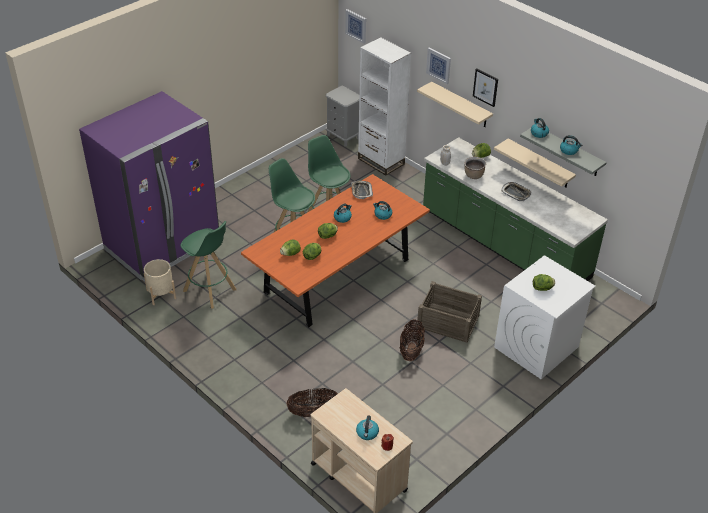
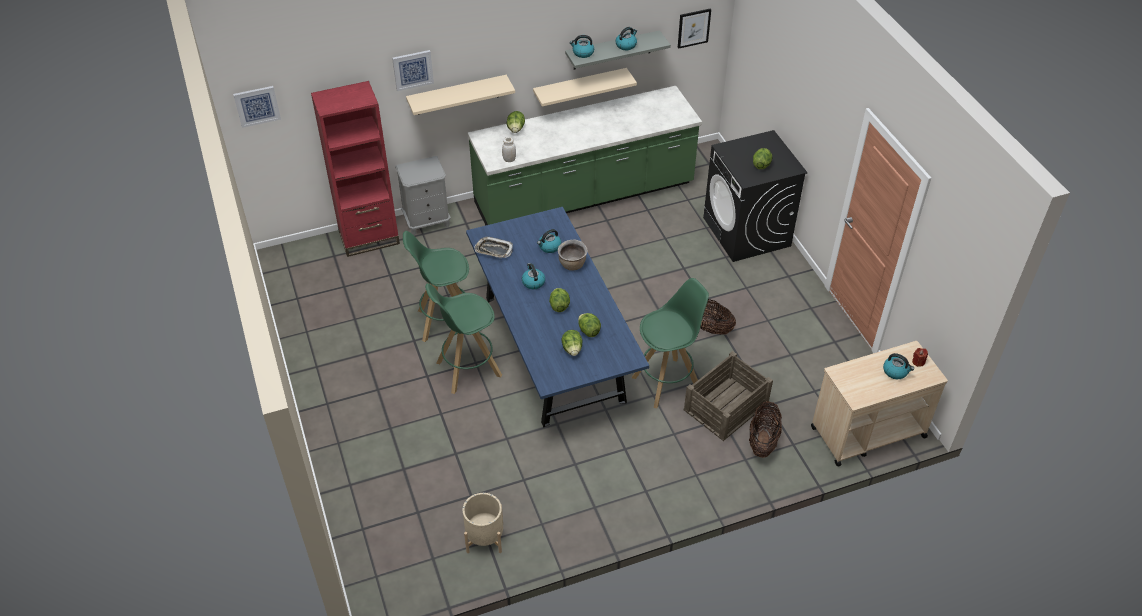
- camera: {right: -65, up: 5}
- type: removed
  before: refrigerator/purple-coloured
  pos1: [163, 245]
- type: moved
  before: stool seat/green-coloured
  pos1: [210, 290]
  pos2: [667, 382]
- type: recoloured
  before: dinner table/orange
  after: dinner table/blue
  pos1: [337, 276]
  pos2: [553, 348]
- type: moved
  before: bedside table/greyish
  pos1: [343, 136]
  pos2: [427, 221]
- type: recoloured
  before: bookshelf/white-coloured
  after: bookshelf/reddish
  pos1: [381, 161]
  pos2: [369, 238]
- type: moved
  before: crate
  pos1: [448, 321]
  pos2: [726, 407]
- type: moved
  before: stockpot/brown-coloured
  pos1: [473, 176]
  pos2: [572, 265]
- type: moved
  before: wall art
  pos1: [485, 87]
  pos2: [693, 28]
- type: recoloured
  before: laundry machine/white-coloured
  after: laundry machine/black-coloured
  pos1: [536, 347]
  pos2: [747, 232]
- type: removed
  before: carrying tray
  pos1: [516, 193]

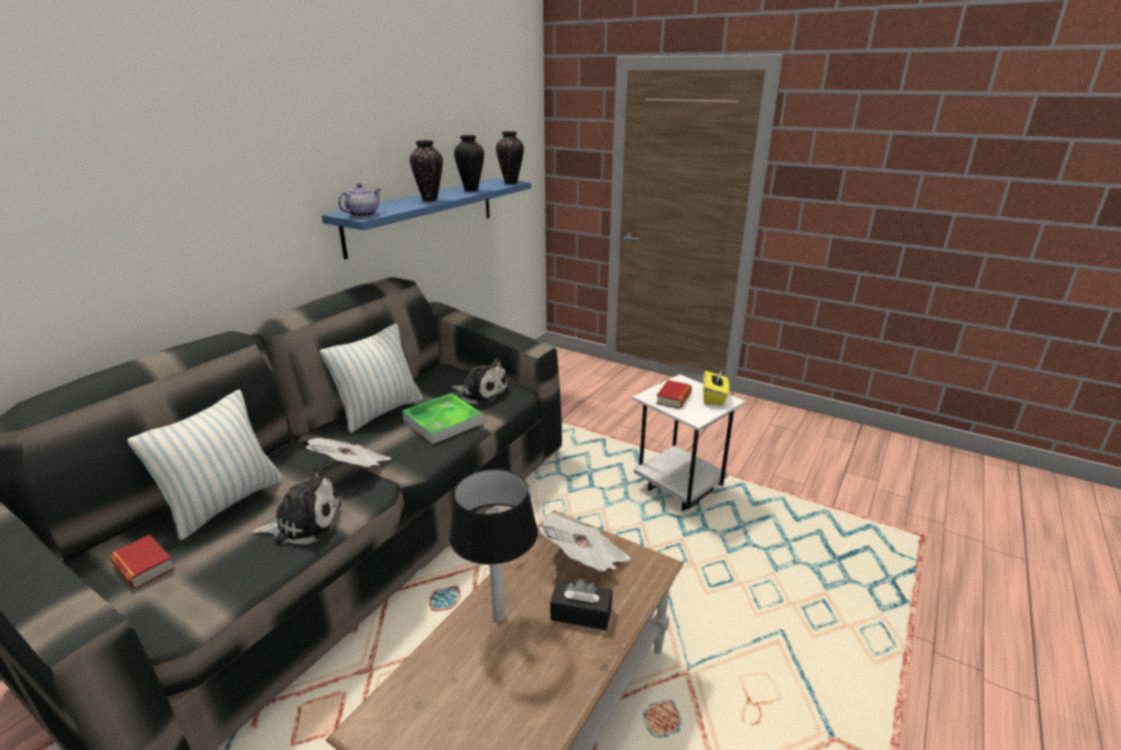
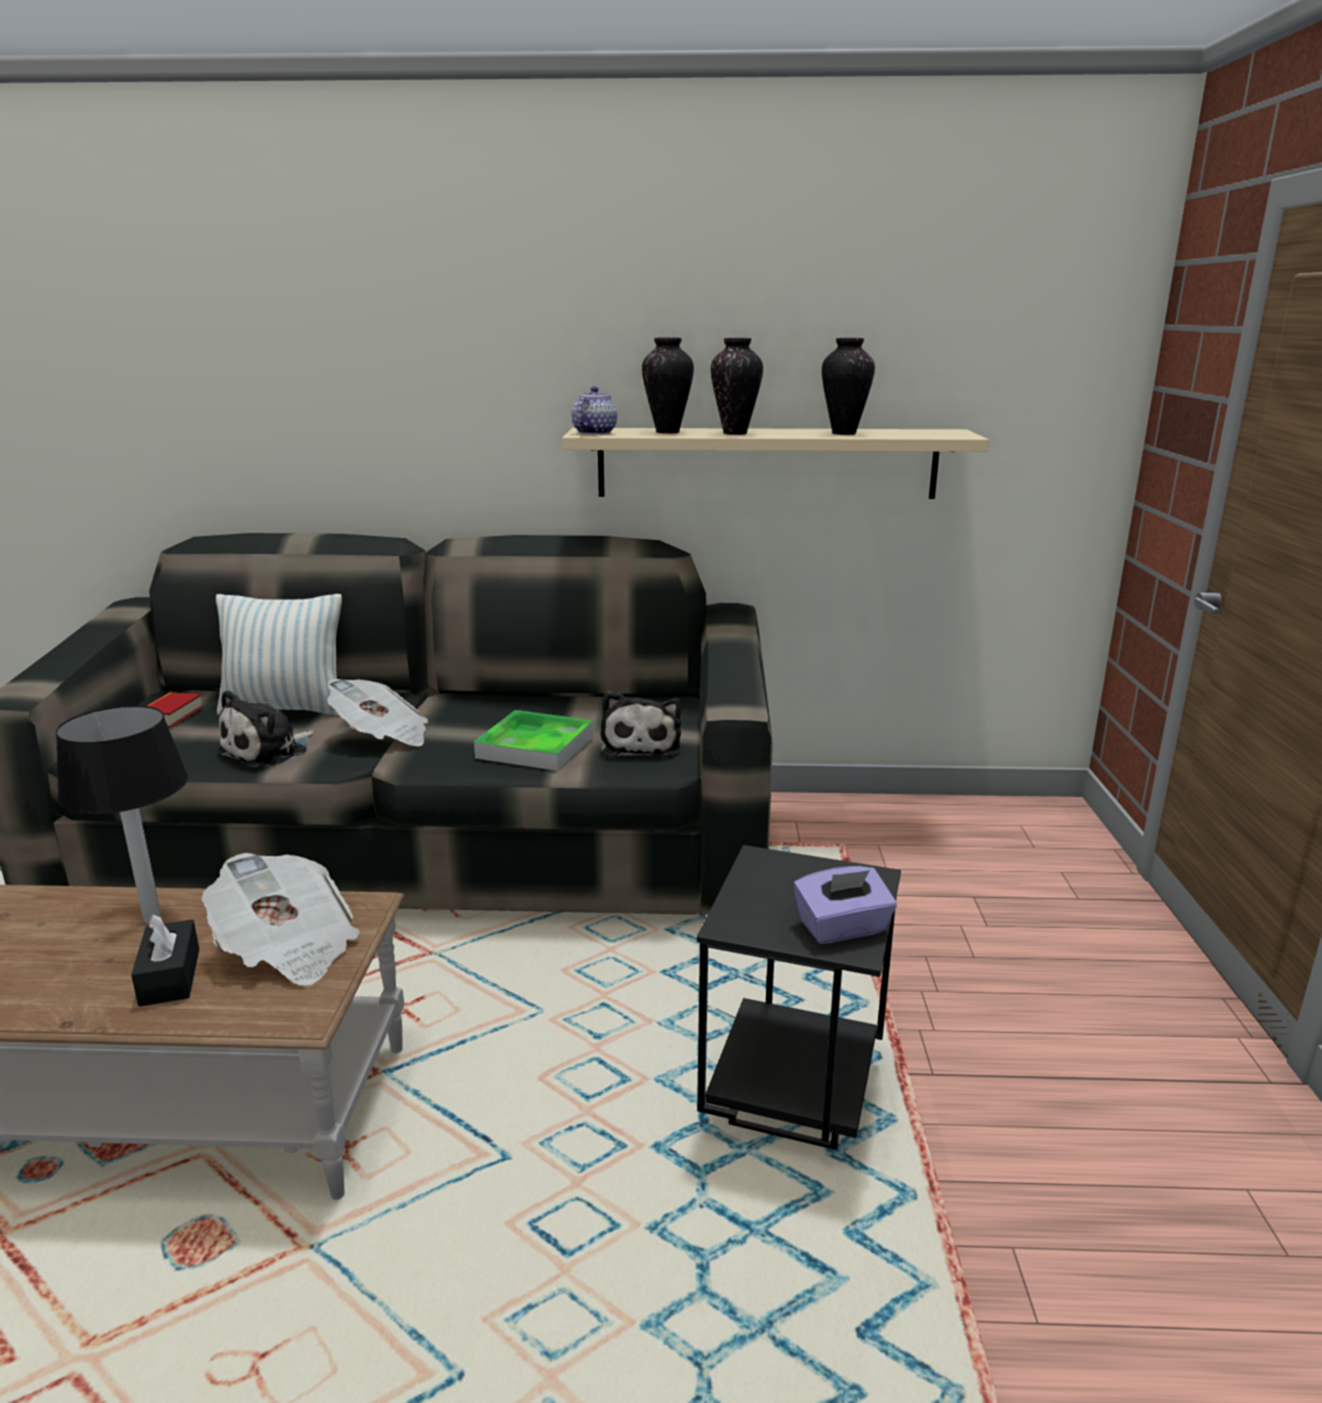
- camera: {right: 60, up: -5}
- type: turned
  before: cuddly toy
  pos1: [304, 523]
  pos2: [268, 751]
  turn: 75
- type: removed
  before: throw pillow
  pos1: [380, 412]
- type: recoloured
  before: wall shelf/blue
  after: wall shelf/sand-coloured
  pos1: [423, 215]
  pos2: [766, 463]
- type: turned
  before: tea pot
  pos1: [363, 215]
  pos2: [594, 433]
  turn: -75
- type: moved
  before: vase
  pos1: [511, 183]
  pos2: [667, 432]
- type: recoloured
  before: accent table/white-coloured
  after: accent table/black-coloured
  pos1: [680, 490]
  pos2: [795, 1102]
- type: removed
  before: book
  pos1: [673, 398]
- type: recoloured
  before: box of tissues/yellow
  after: box of tissues/purple-coloured
  pos1: [714, 398]
  pos2: [842, 928]

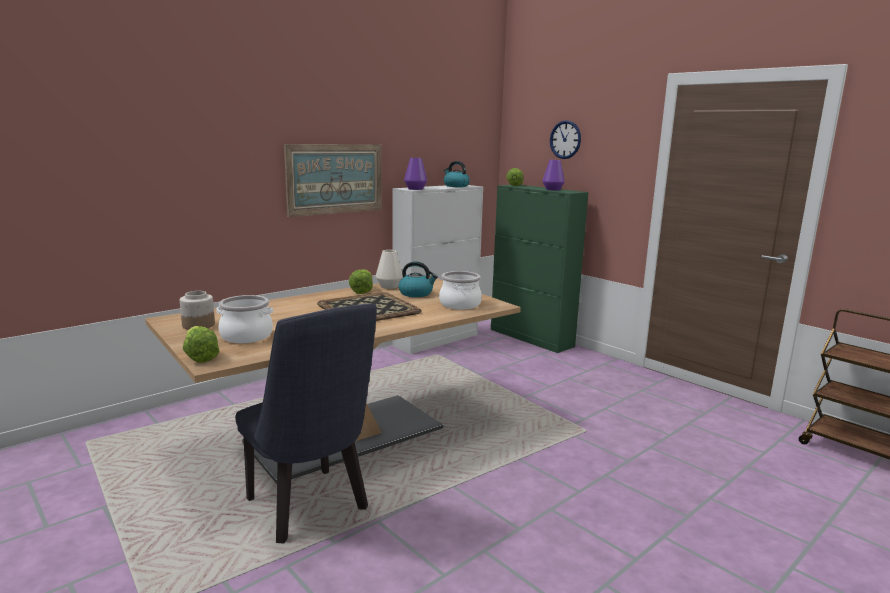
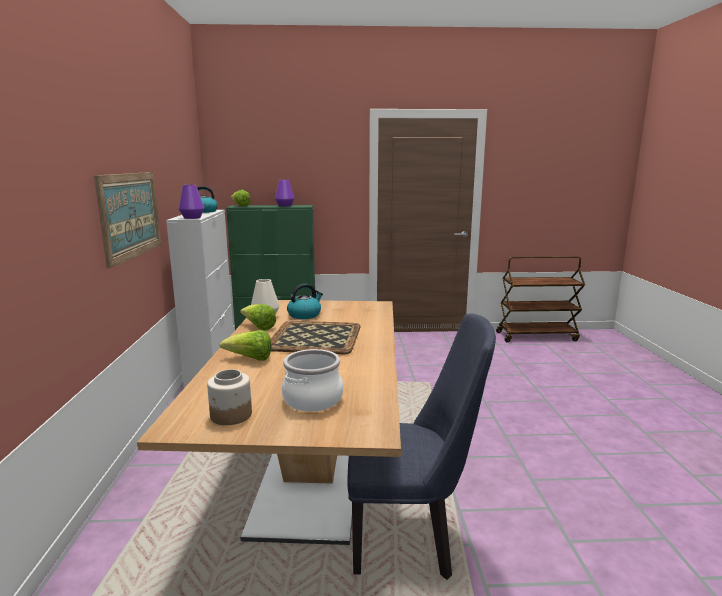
- camera: {right: -50, up: 0}
- type: moved
  before: lettuce
  pos1: [199, 357]
  pos2: [250, 359]
- type: removed
  before: stockpot
  pos1: [459, 304]
- type: removed
  before: hanging clock
  pos1: [565, 139]

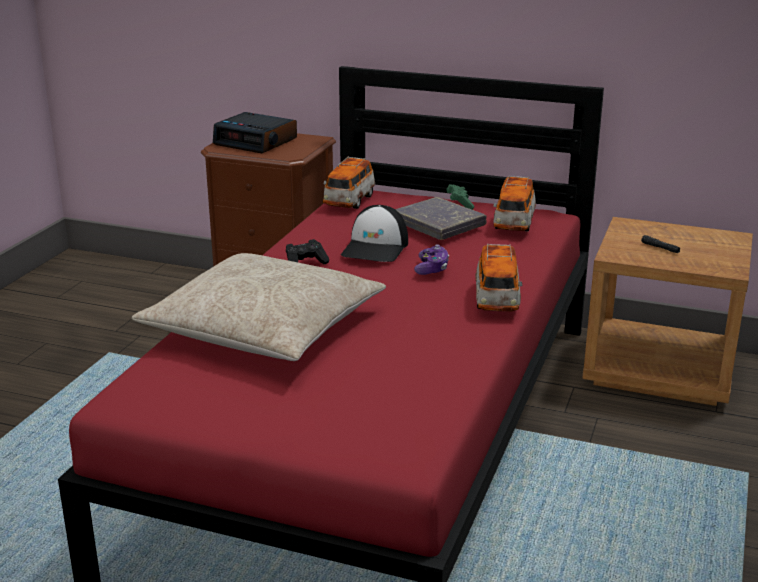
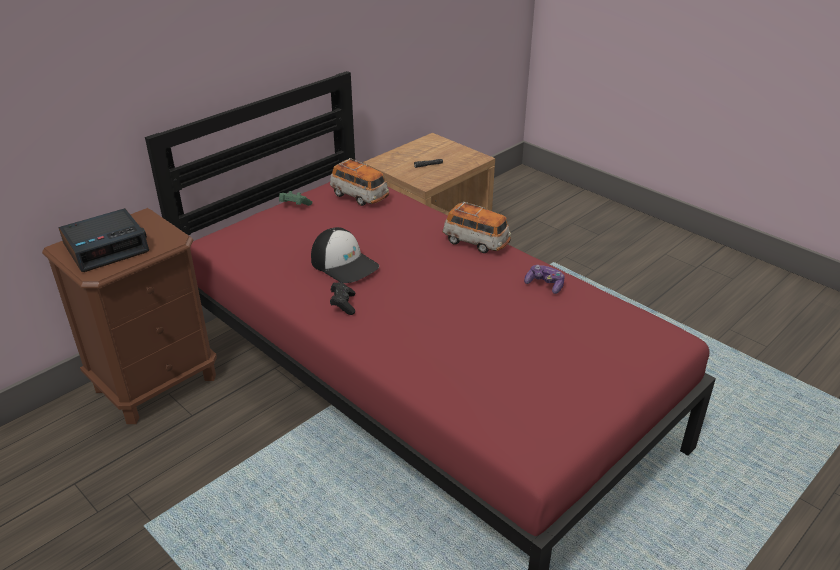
- camera: {right: -65, up: 10}
- type: removed
  before: throw pillow/sand-coloured
  pos1: [264, 328]
- type: removed
  before: model car
  pos1: [349, 201]
- type: removed
  before: book/greyish
  pos1: [438, 224]
- type: moved
  before: joypad
  pos1: [432, 268]
  pos2: [545, 285]

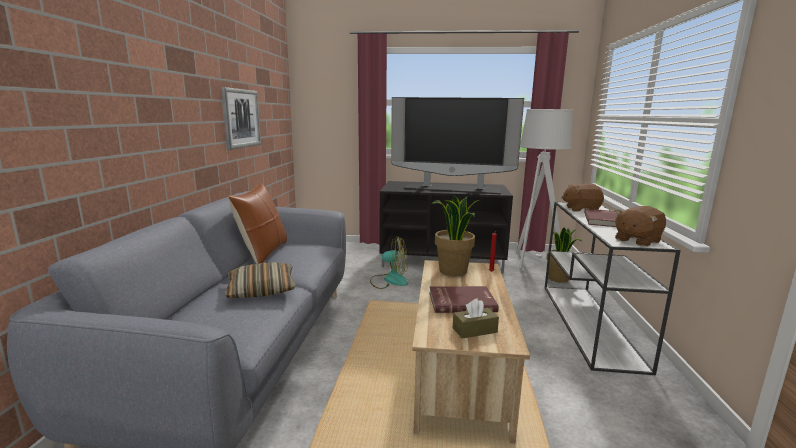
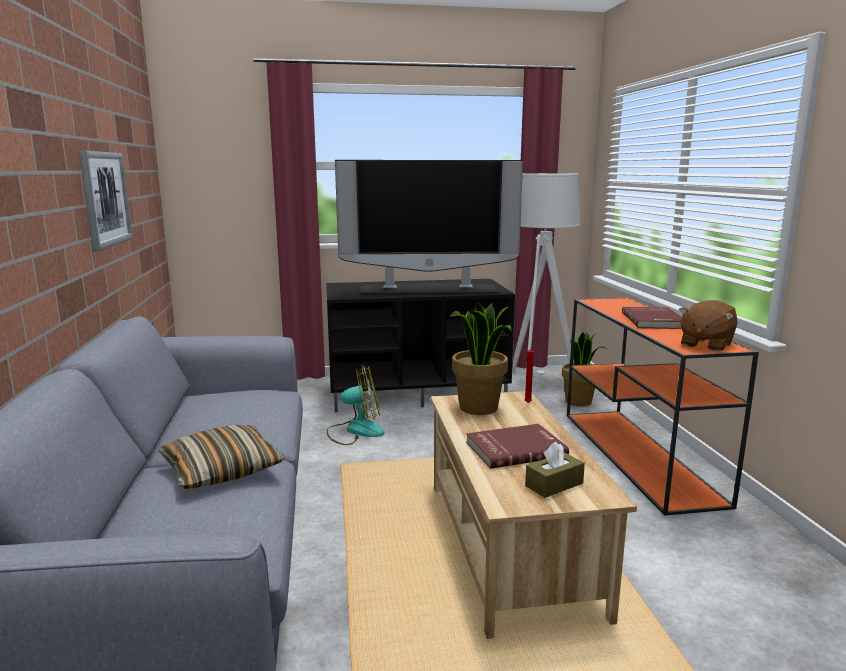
- camera: {right: -15, up: 0}
- type: removed
  before: throw pillow/brown-coloured
  pos1: [263, 253]
- type: recoloured
  before: console table/white-coloured
  after: console table/orange
  pos1: [589, 323]
  pos2: [639, 456]
- type: removed
  before: cuddly toy/brown-coloured
  pos1: [581, 209]

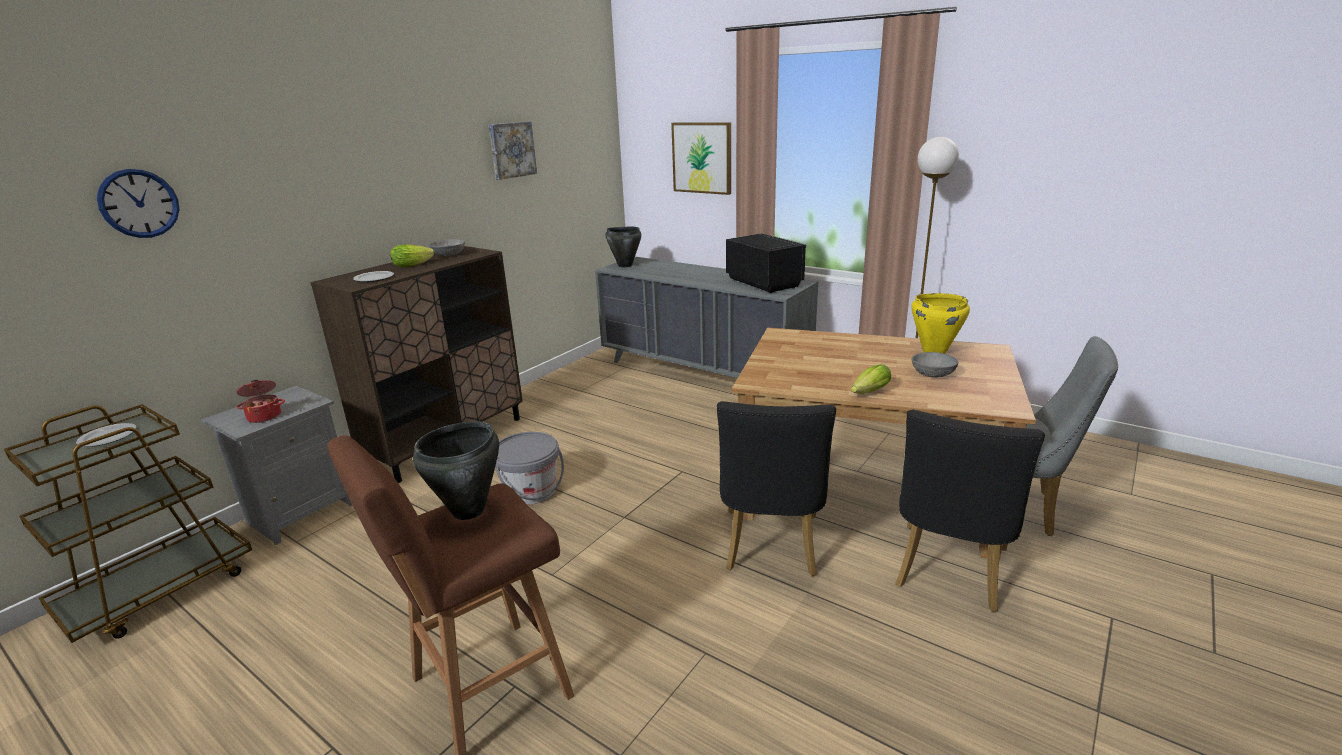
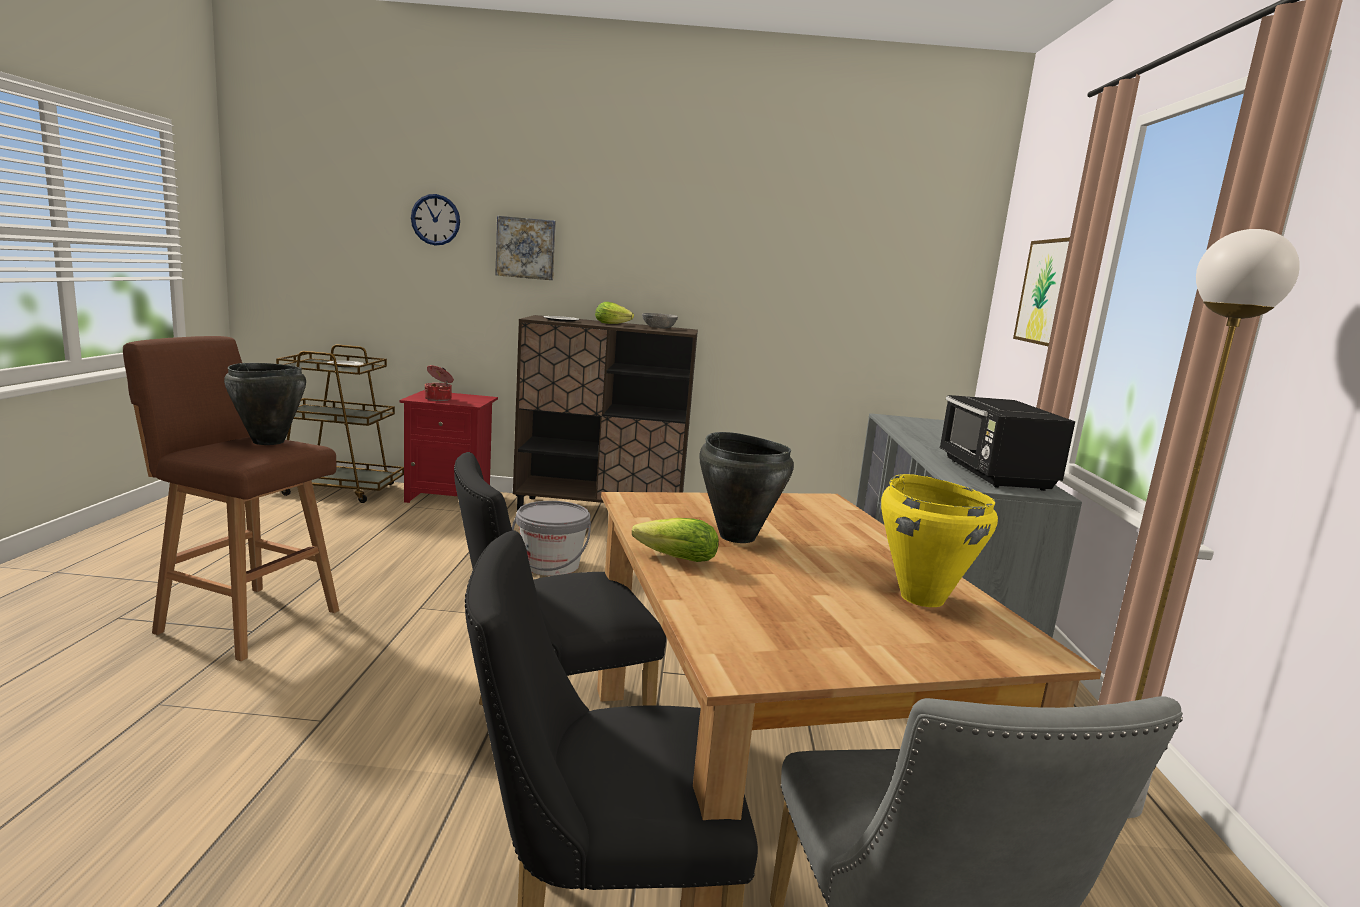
- camera: {right: 55, up: -10}
- type: recoloured
  before: bedside table/greyish
  after: bedside table/reddish
  pos1: [299, 513]
  pos2: [449, 497]
- type: moved
  before: wall art
  pos1: [511, 150]
  pos2: [526, 248]
- type: moved
  before: stockpot/black-coloured
  pos1: [625, 265]
  pos2: [737, 536]
- type: turned
  before: microwave/black-coloured
  pos1: [764, 283]
  pos2: [994, 475]
  turn: 150
- type: removed
  before: bowl/greyish
  pos1: [933, 374]

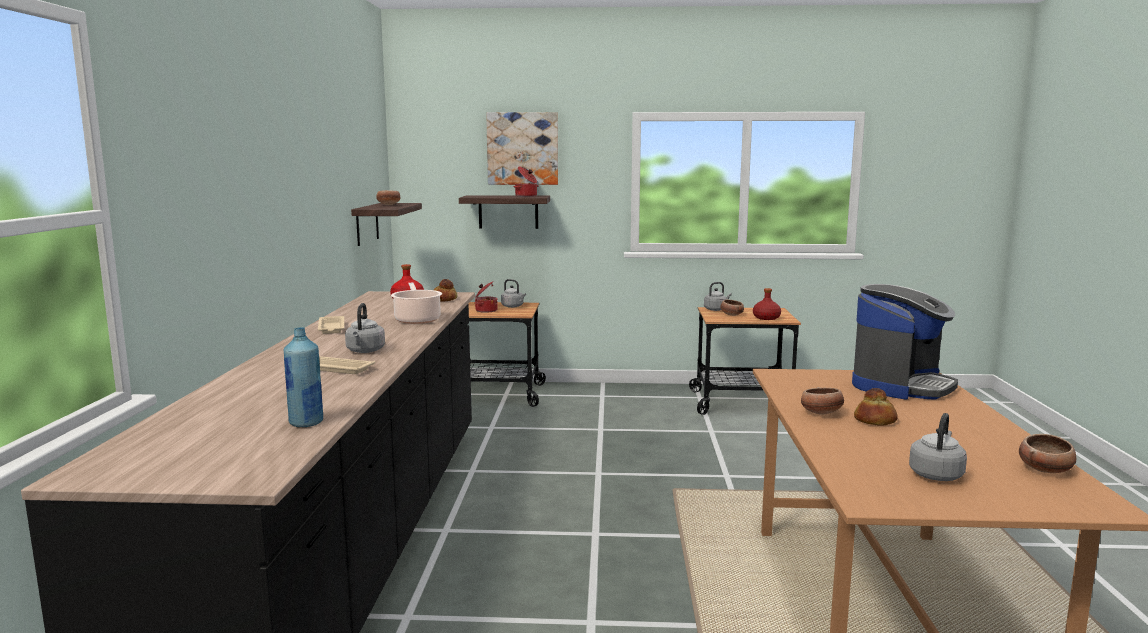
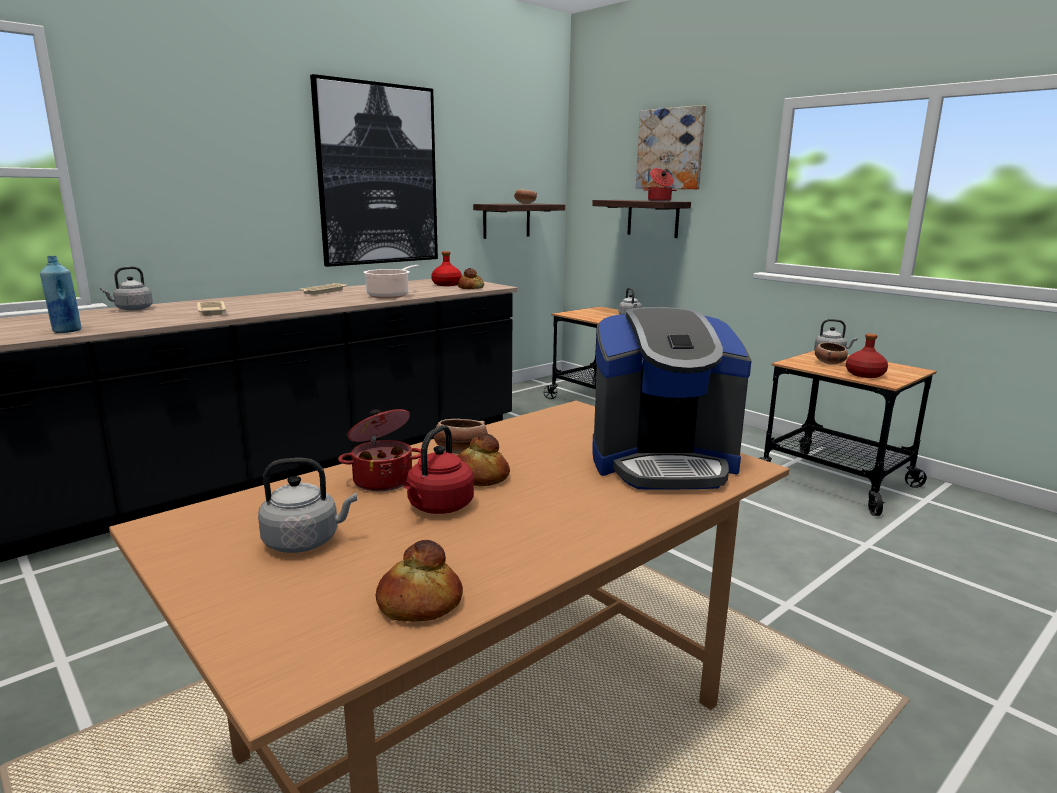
- camera: {right: 45, up: 5}
- type: moved
  before: kettle/greyish
  pos1: [365, 351]
  pos2: [132, 309]
- type: moved
  before: stockpot
  pos1: [485, 310]
  pos2: [383, 480]
- type: replaced
  before: bowl
  after: bakery bread
  pos1: [1045, 469]
  pos2: [419, 604]
- type: added
  after: wall art
  pos2: [378, 175]
- type: added
  after: kettle/reddish
  pos2: [438, 507]

